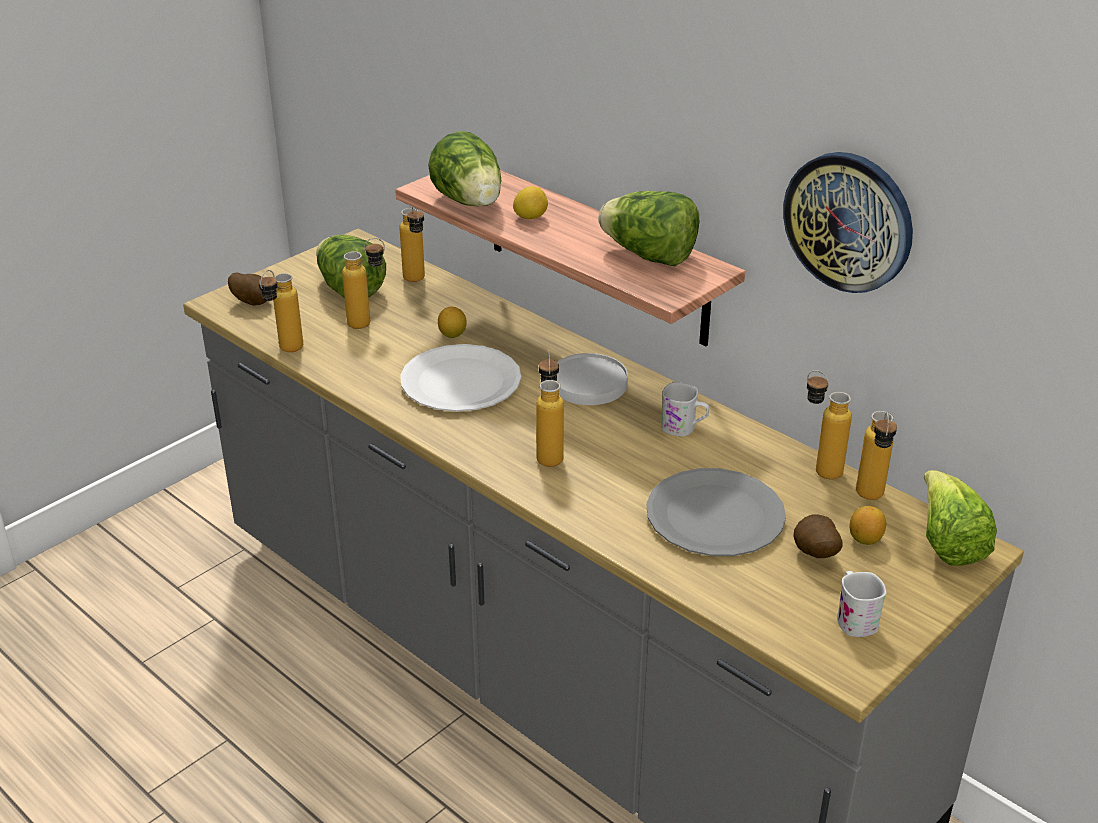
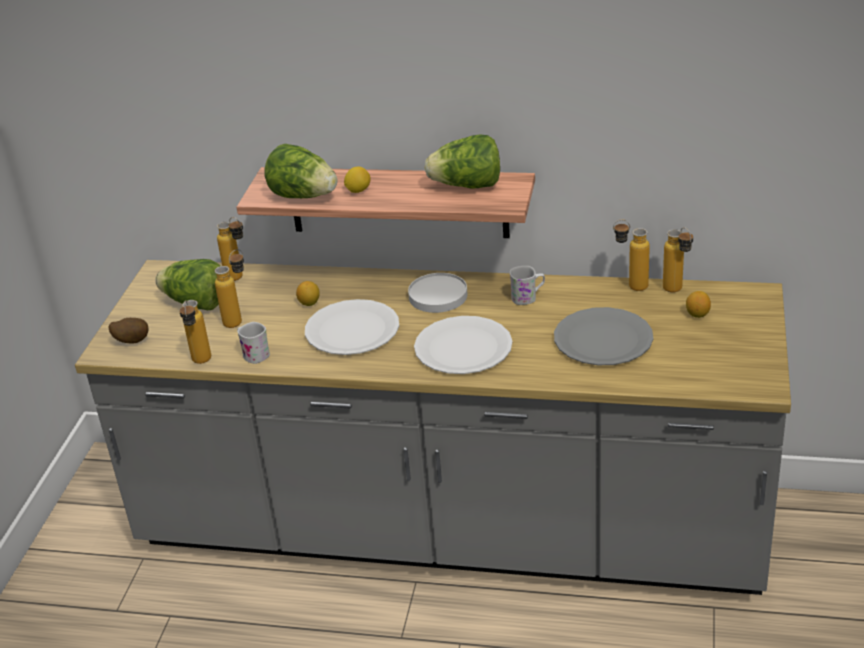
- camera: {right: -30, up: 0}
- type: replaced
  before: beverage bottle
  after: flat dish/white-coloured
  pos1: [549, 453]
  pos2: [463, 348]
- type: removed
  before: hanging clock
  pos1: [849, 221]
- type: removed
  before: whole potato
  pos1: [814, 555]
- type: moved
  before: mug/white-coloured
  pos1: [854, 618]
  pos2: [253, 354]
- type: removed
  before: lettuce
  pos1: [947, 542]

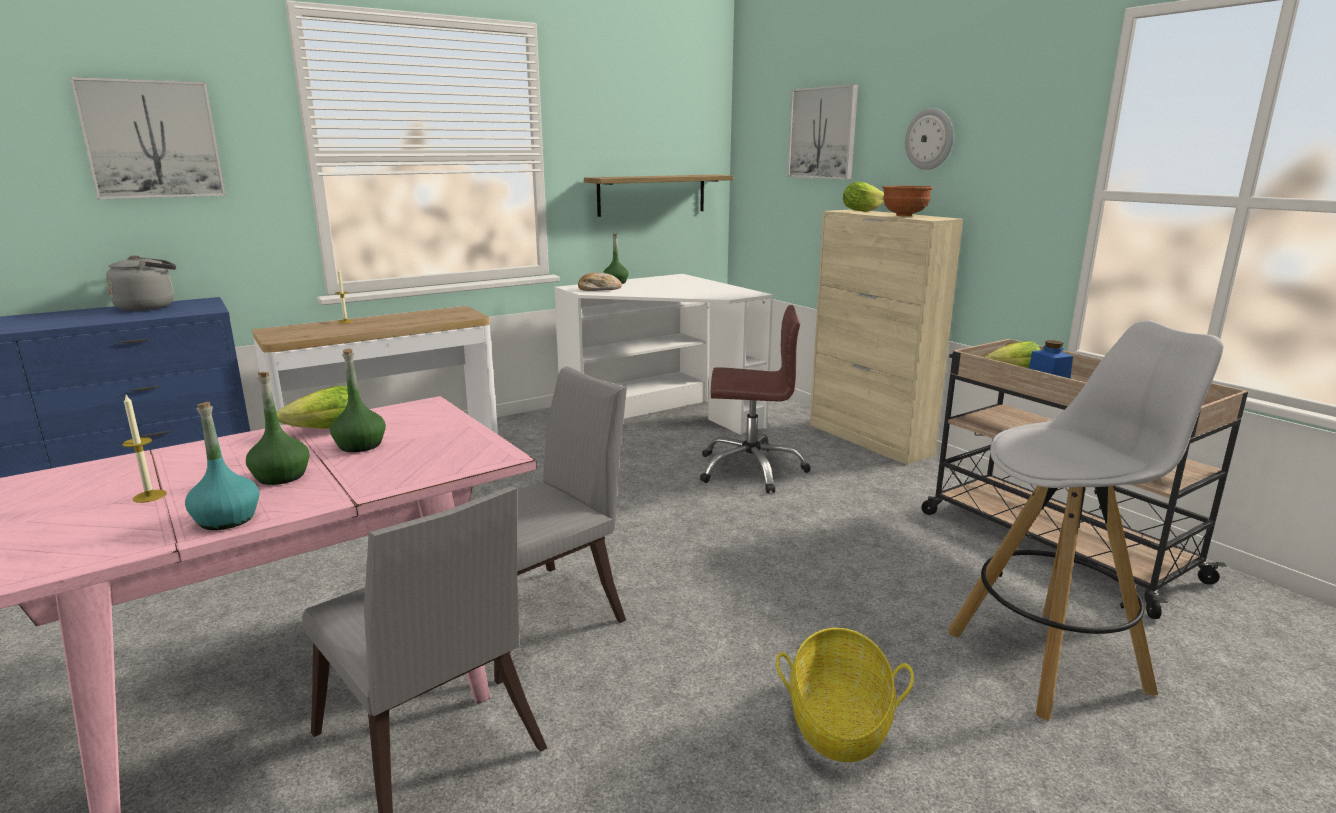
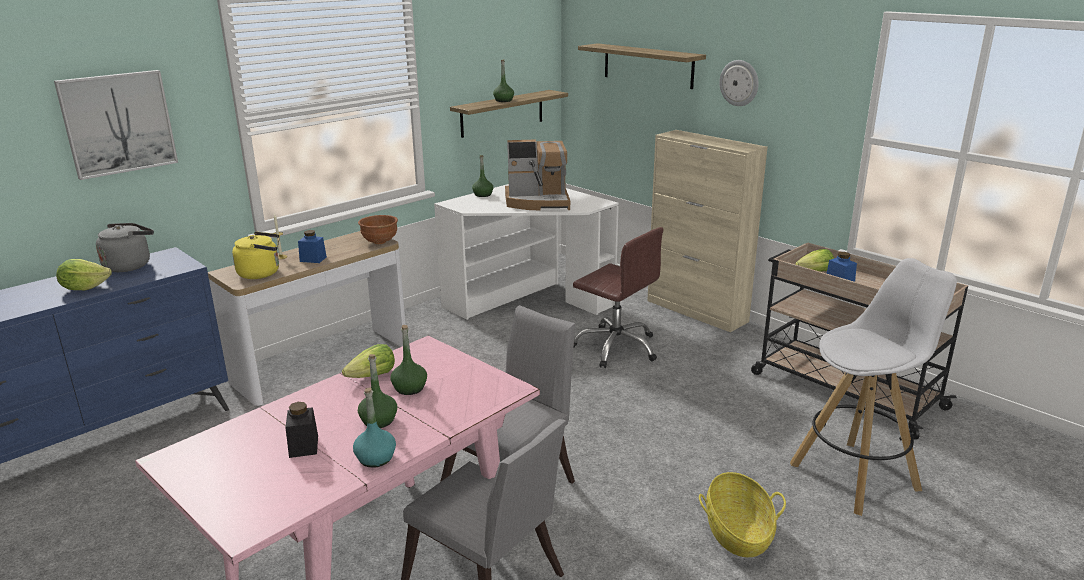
- camera: {right: -10, up: 5}
- type: replaced
  before: wax candle
  after: jar/black-coloured
  pos1: [149, 496]
  pos2: [303, 446]
- type: removed
  before: bakery bread
  pos1: [598, 289]
- type: turned
  before: desk chair/brown-coloured
  pos1: [750, 469]
  pos2: [616, 347]
  turn: 45
- type: replaced
  before: wall art
  after: wall shelf
  pos1: [823, 133]
  pos2: [648, 65]
- type: moved
  before: lettuce
  pos1: [861, 211]
  pos2: [84, 288]
- type: moved
  before: bowl/brown-coloured
  pos1: [904, 216]
  pos2: [380, 242]
- type: added
  after: kettle/yellow
  pos2: [262, 273]
- type: added
  after: jar/blue
  pos2: [313, 259]
- type: added
  after: beverage bottle/green-coloured
  pos2: [503, 100]
- type: added
  after: coffee machine
  pos2: [538, 202]

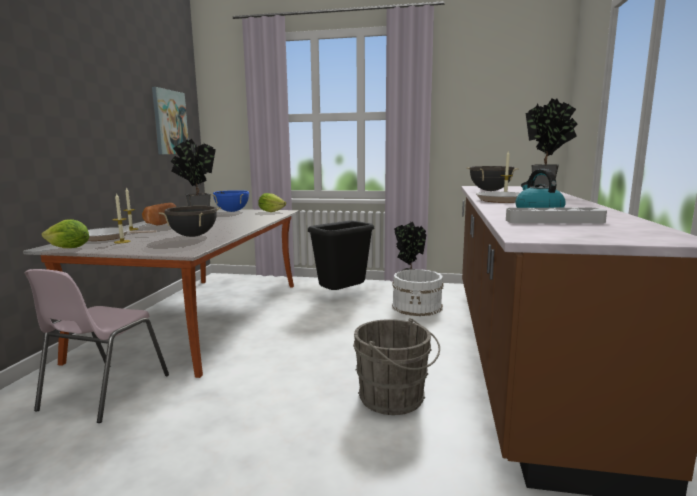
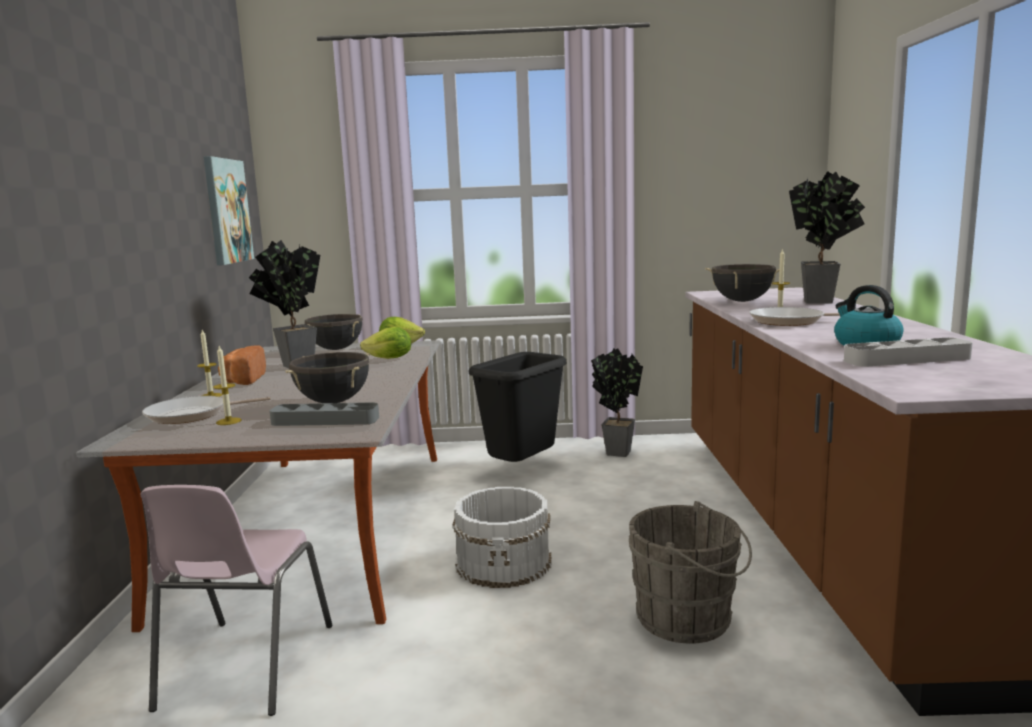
- camera: {right: -10, up: 0}
- type: moved
  before: lettuce
  pos1: [68, 248]
  pos2: [390, 359]
- type: recoloured
  before: stockpot/blue
  after: stockpot/black-coloured
  pos1: [232, 211]
  pos2: [336, 349]
- type: moved
  before: pail/white-coloured
  pos1: [418, 306]
  pos2: [505, 562]
- type: added
  after: carrying tray/greyish
  pos2: [325, 420]

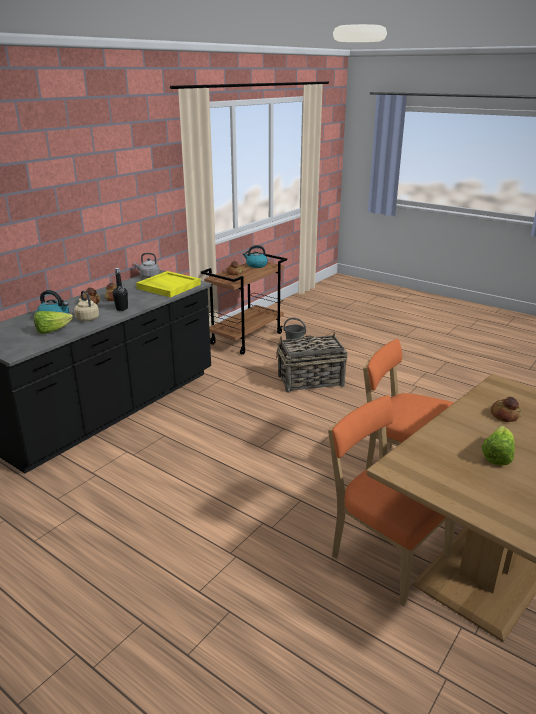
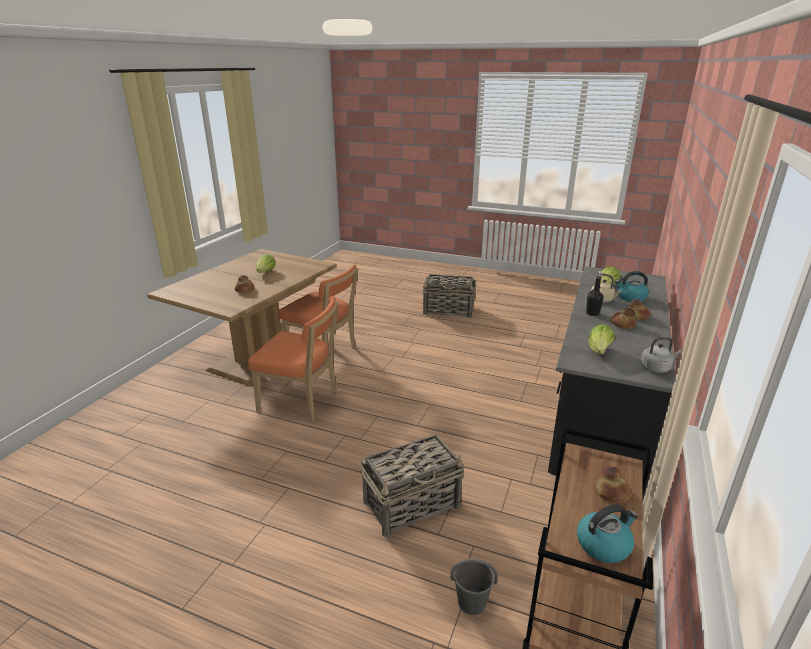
- camera: {right: 165, up: 0}
- type: replaced
  before: carrying tray/yellow
  after: lettuce
  pos1: [168, 286]
  pos2: [599, 351]
- type: added
  after: household basket
  pos2: [449, 310]

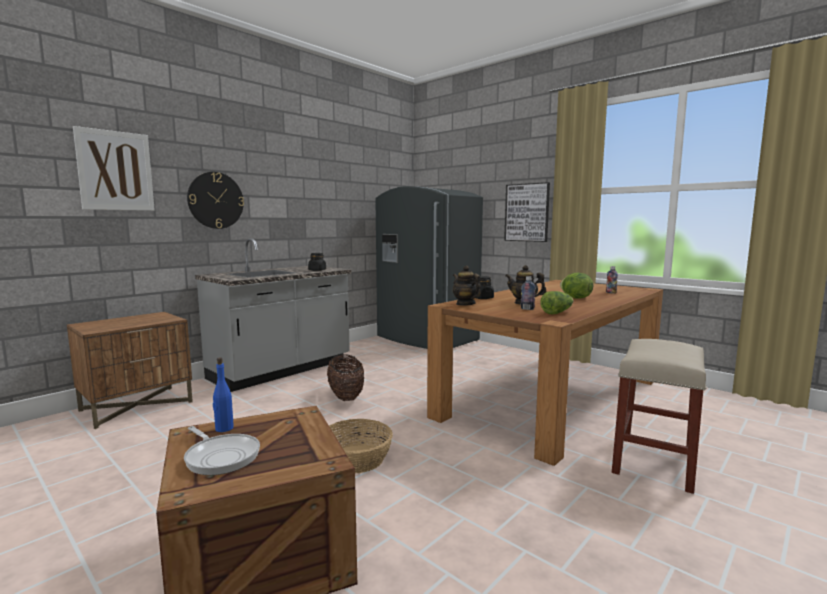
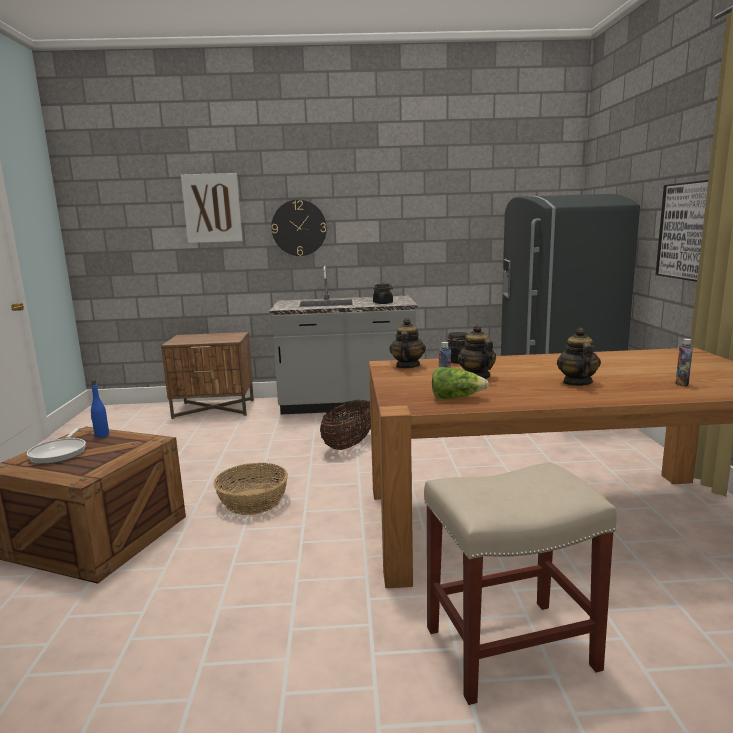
- camera: {right: 45, up: 5}
- type: replaced
  before: lettuce
  after: tea pot
  pos1: [575, 298]
  pos2: [577, 383]

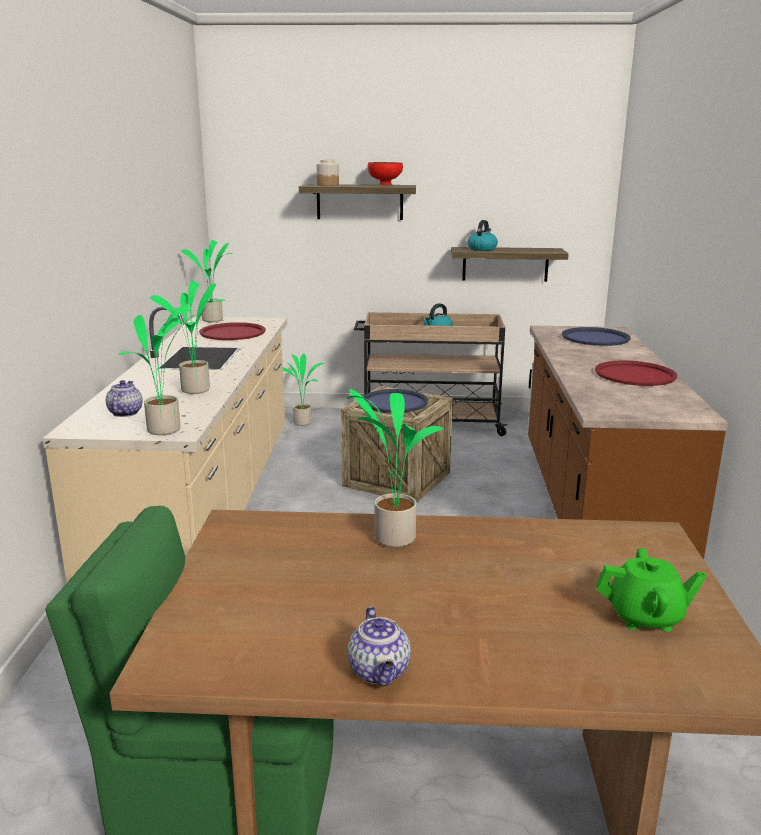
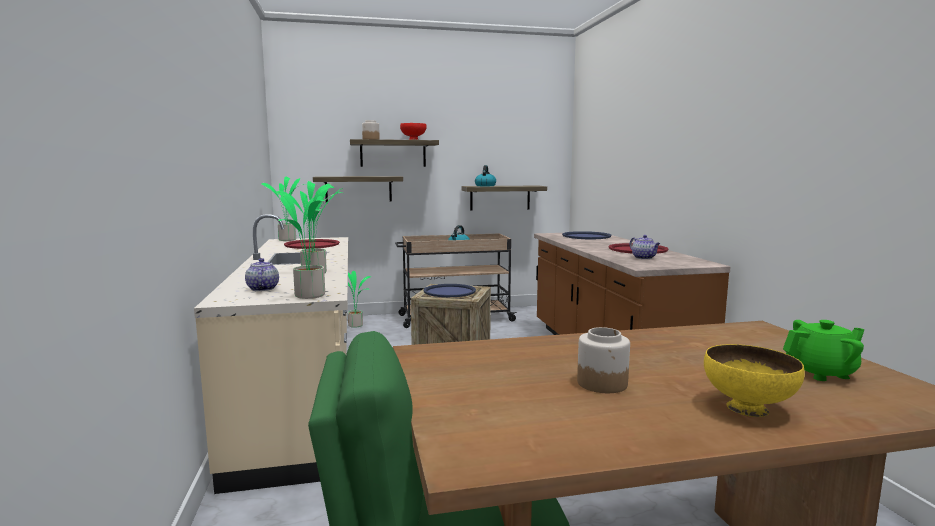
- camera: {right: -15, up: -10}
- type: removed
  before: houseplant
  pos1: [392, 537]
- type: moved
  before: tea pot
  pos1: [380, 672]
  pos2: [644, 258]
- type: added
  after: wall shelf
  pos2: [358, 189]
- type: added
  after: jar
  pos2: [602, 383]
- type: added
  after: bowl/yellow
  pos2: [747, 409]

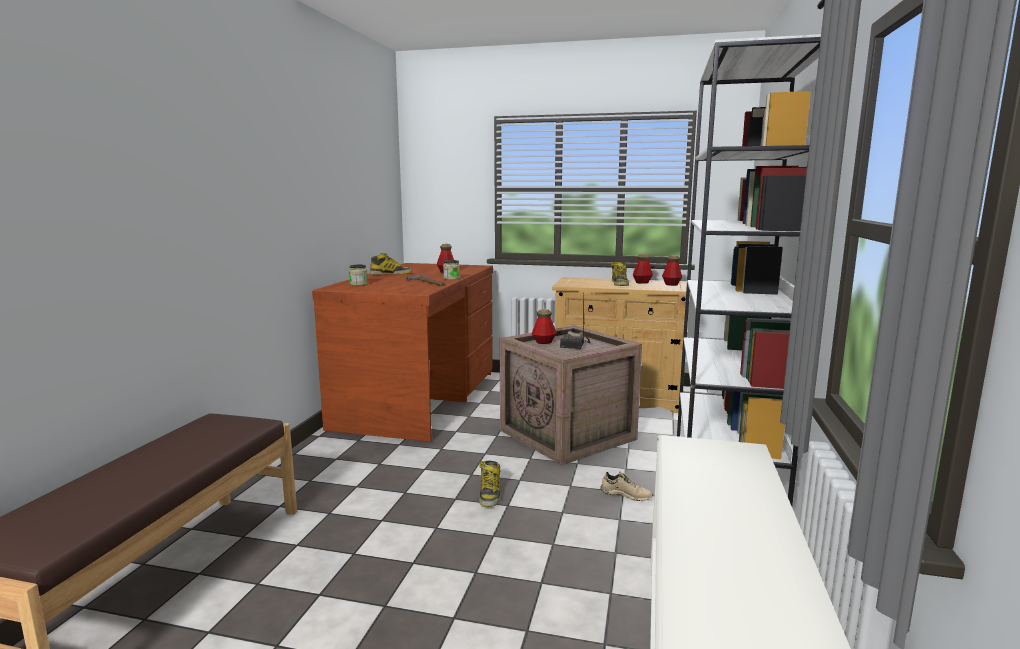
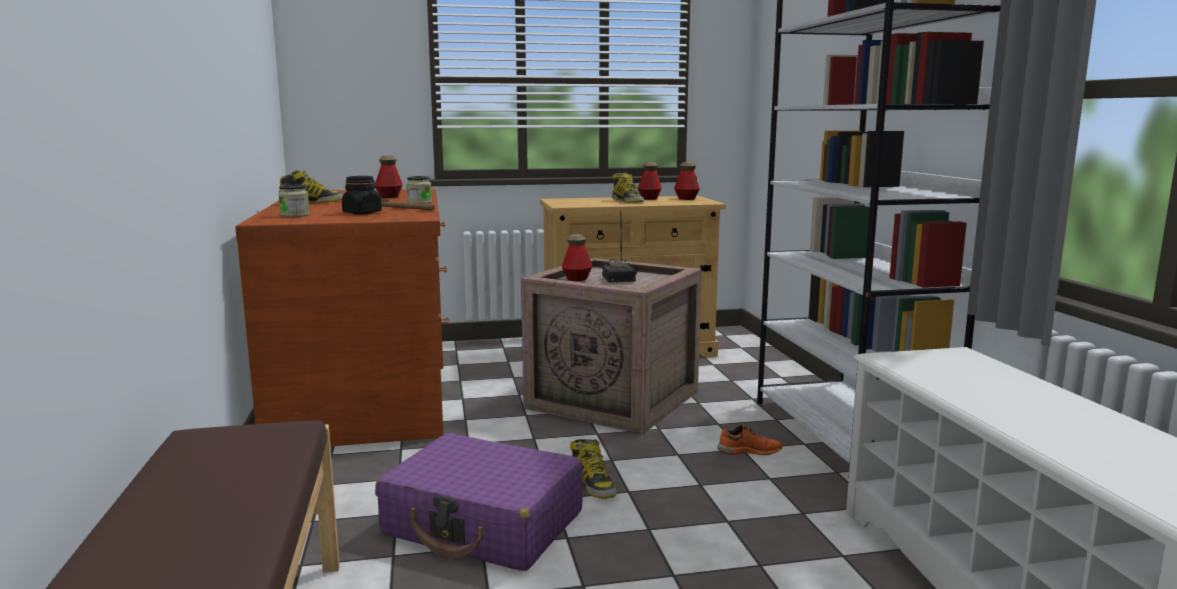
- camera: {right: -25, up: 0}
- type: recoloured
  before: shoe/sand-coloured
  after: shoe/orange
  pos1: [626, 495]
  pos2: [749, 451]
- type: added
  after: jar/black-coloured
  pos2: [362, 213]
- type: added
  after: travel case/purple-coloured
  pos2: [484, 524]

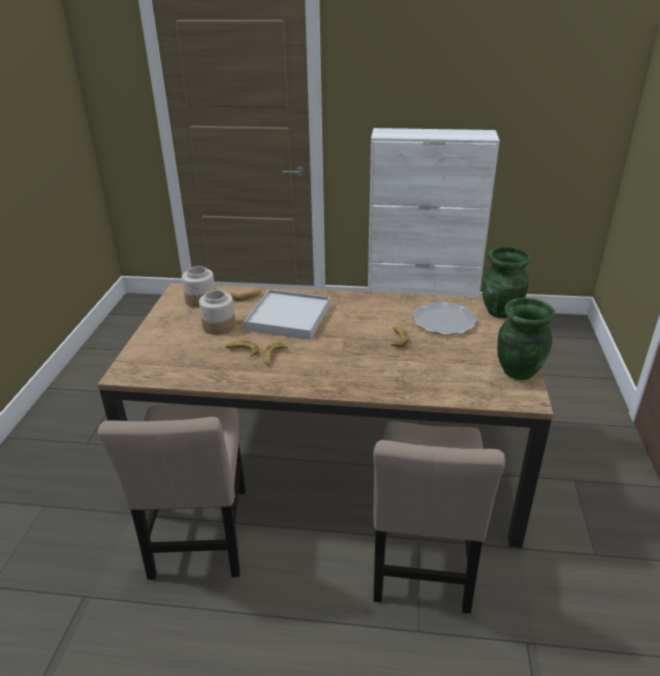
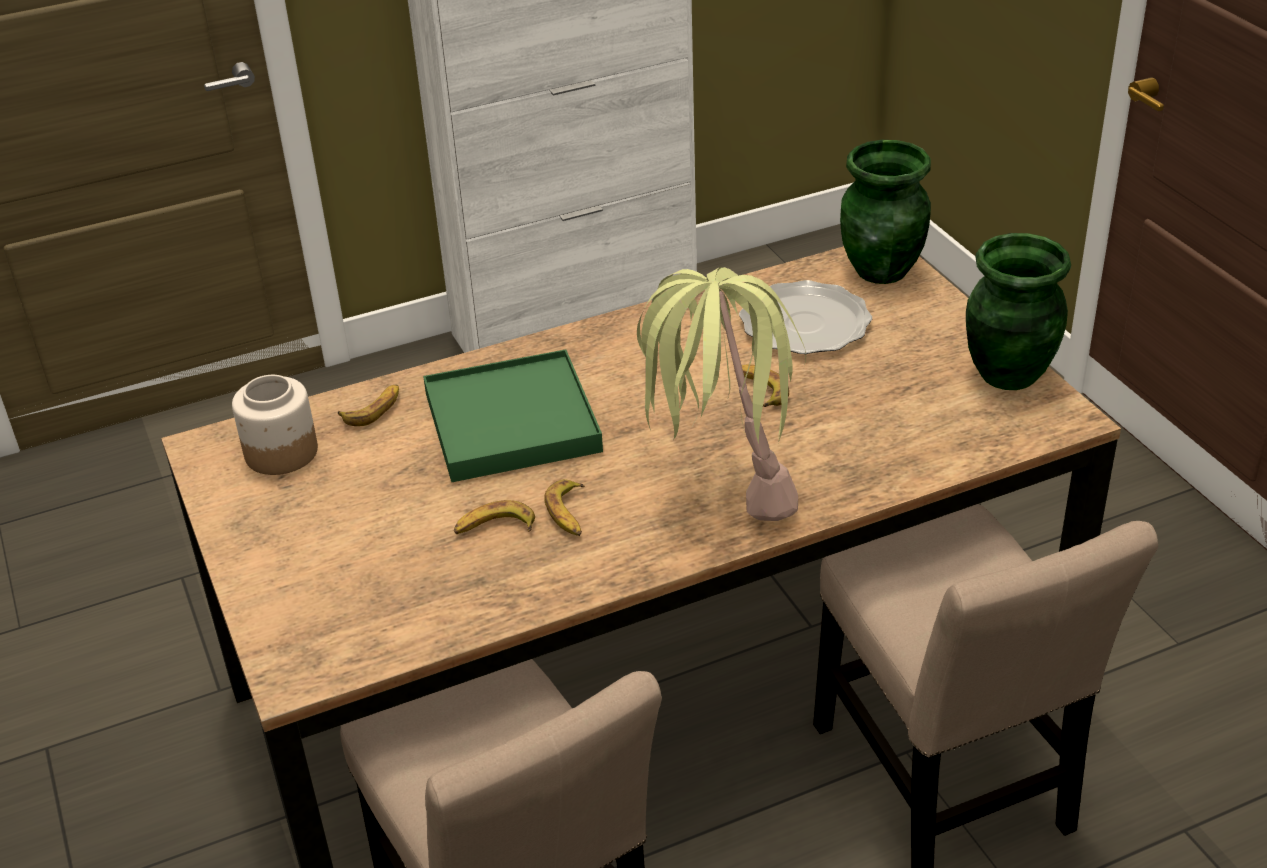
- camera: {right: -30, up: 5}
- type: removed
  before: jar
  pos1: [219, 326]
- type: recoloured
  before: carrying tray/white-coloured
  after: carrying tray/green-coloured
  pos1: [288, 318]
  pos2: [512, 422]
- type: added
  after: houseplant
  pos2: [720, 493]

